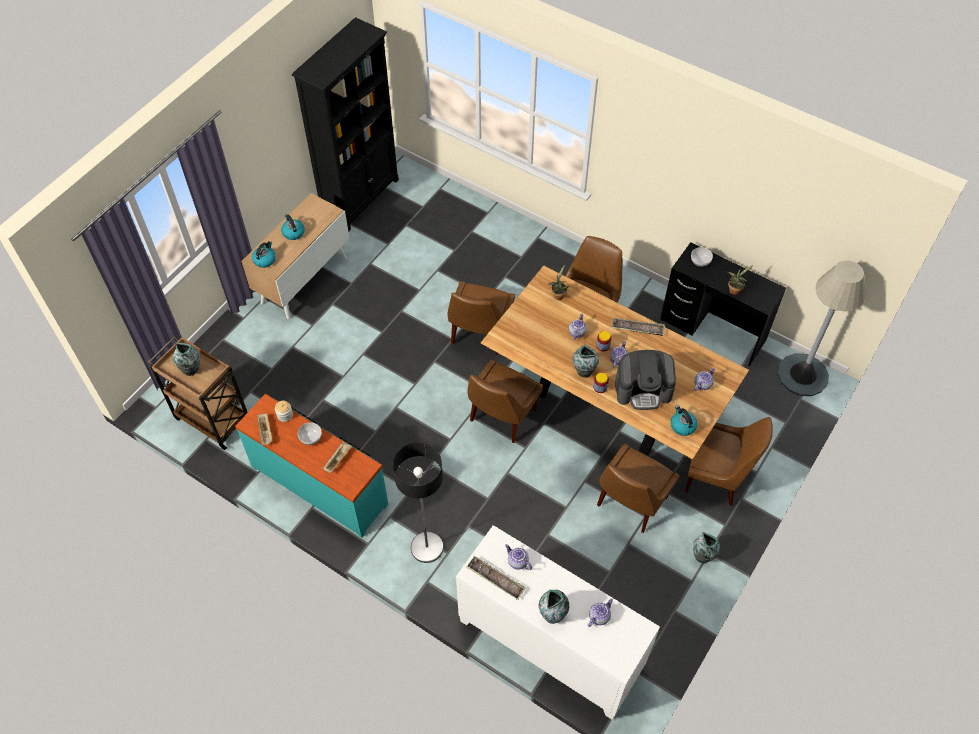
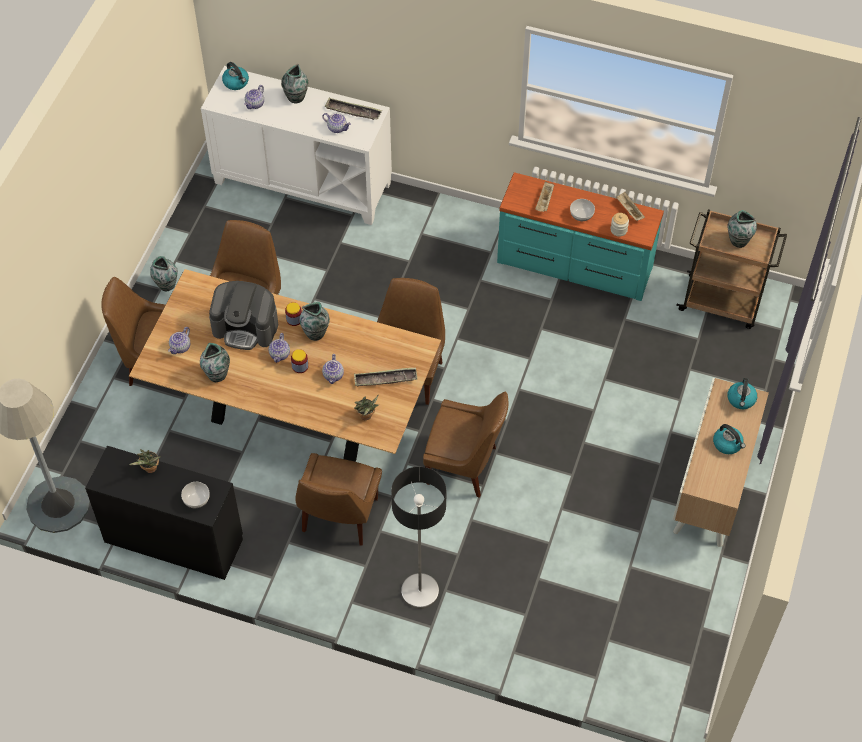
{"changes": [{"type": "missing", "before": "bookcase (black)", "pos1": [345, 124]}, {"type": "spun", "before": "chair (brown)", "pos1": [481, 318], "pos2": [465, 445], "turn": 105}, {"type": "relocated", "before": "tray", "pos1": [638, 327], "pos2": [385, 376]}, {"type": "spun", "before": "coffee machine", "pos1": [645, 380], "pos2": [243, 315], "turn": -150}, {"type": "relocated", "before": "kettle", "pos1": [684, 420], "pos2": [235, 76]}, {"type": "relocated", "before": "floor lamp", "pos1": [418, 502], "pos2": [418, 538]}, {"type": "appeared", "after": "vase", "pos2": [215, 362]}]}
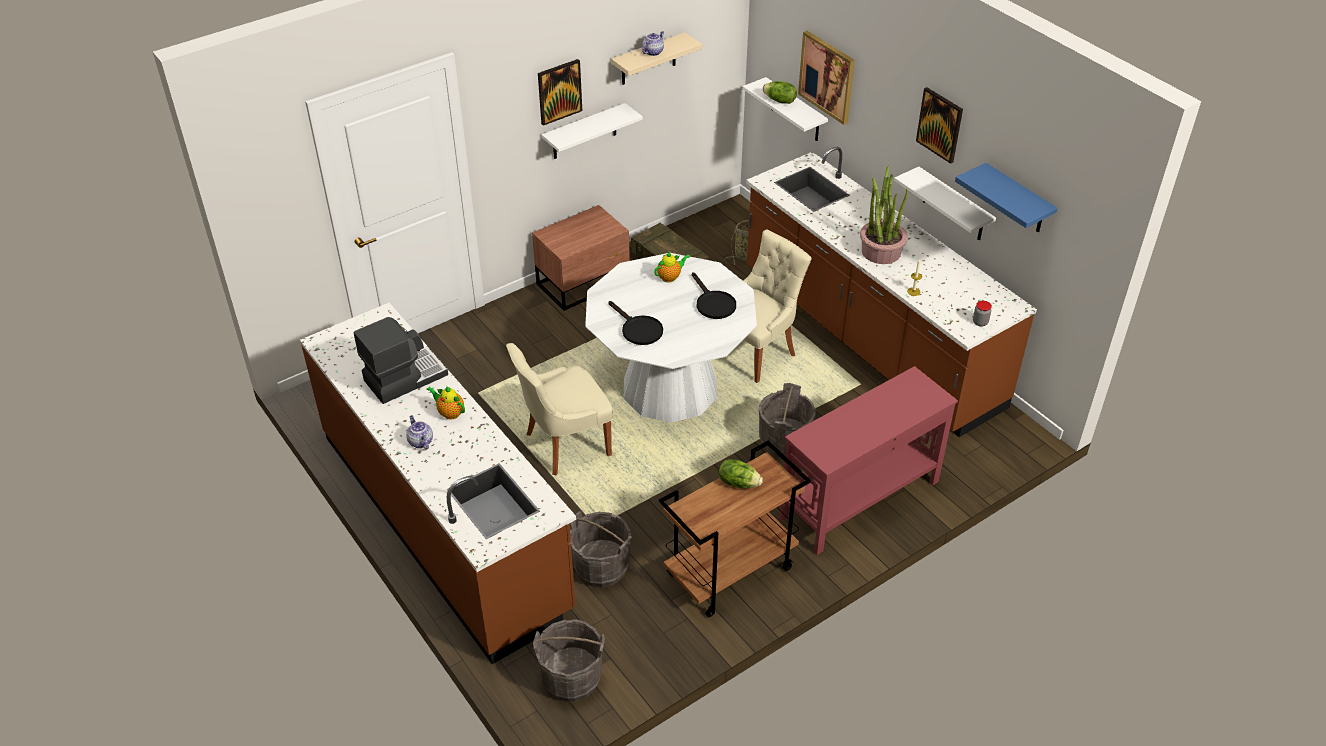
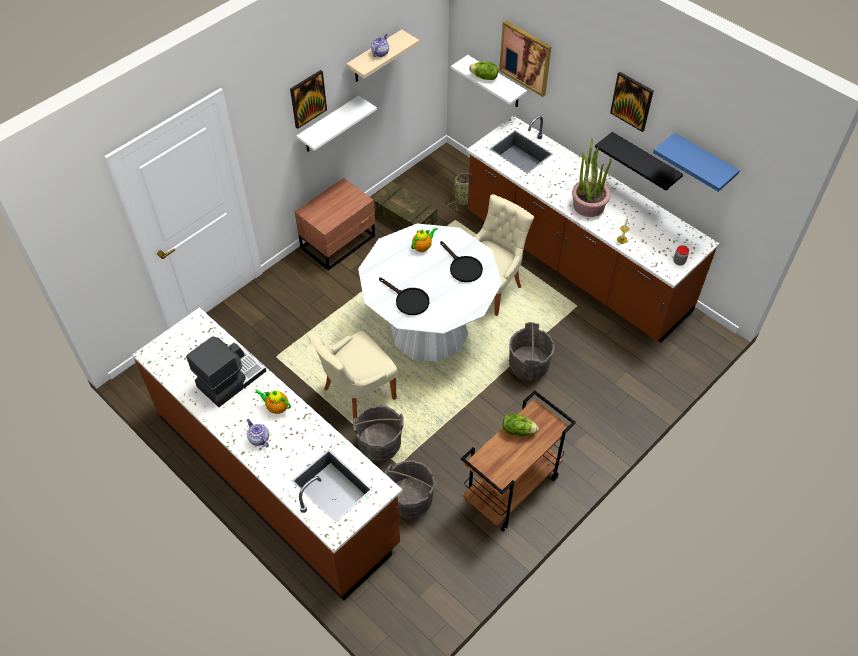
{"changes": [{"type": "colour", "before": "shelf (white)", "after": "shelf (black)", "pos1": [945, 204], "pos2": [639, 161]}, {"type": "missing", "before": "console table (red)", "pos1": [868, 460]}, {"type": "relocated", "before": "bucket (grey)", "pos1": [569, 660], "pos2": [378, 433]}]}
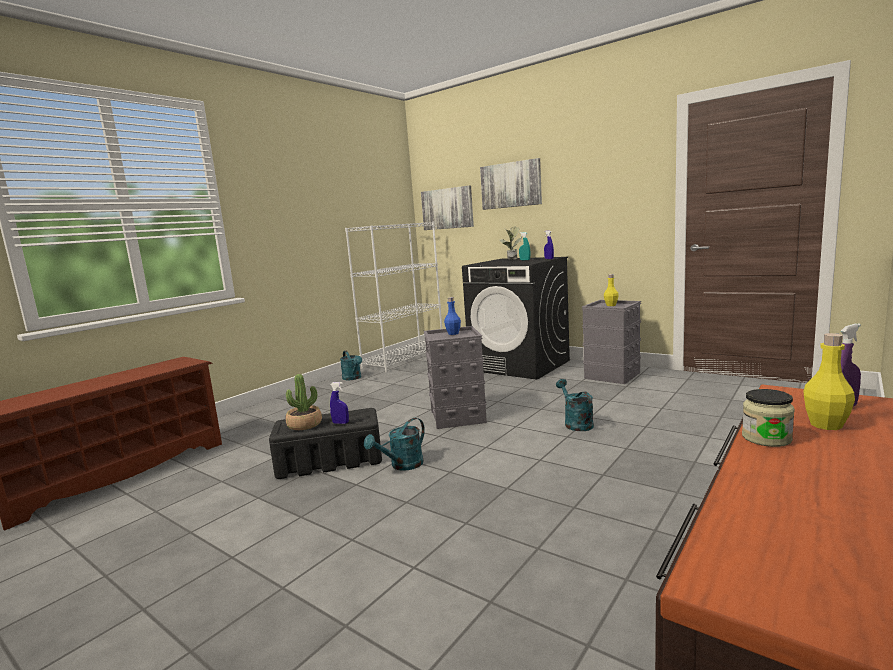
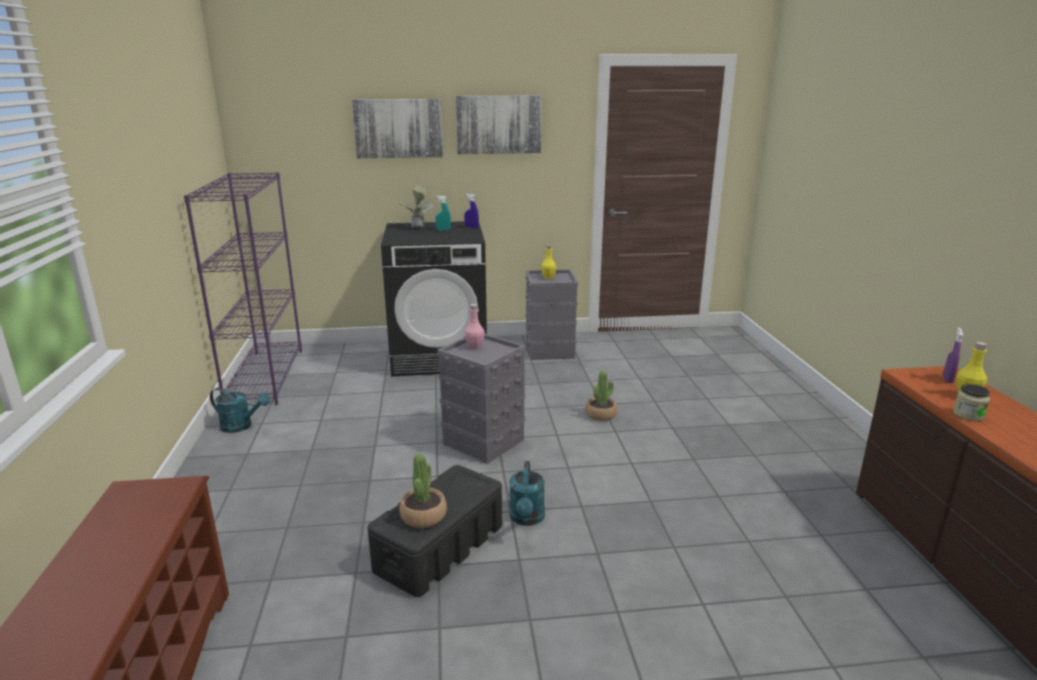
{"changes": [{"type": "relocated", "before": "picture", "pos1": [447, 208], "pos2": [498, 125]}, {"type": "colour", "before": "bookcase (white)", "after": "bookcase (purple)", "pos1": [393, 297], "pos2": [243, 288]}, {"type": "colour", "before": "bottle (blue)", "after": "bottle (pink)", "pos1": [452, 316], "pos2": [474, 326]}, {"type": "exchanged", "before": "watering can (turquoise)", "after": "potted plant", "pos1": [575, 405], "pos2": [601, 396]}, {"type": "missing", "before": "spray bottle (blue)", "pos1": [339, 403]}]}
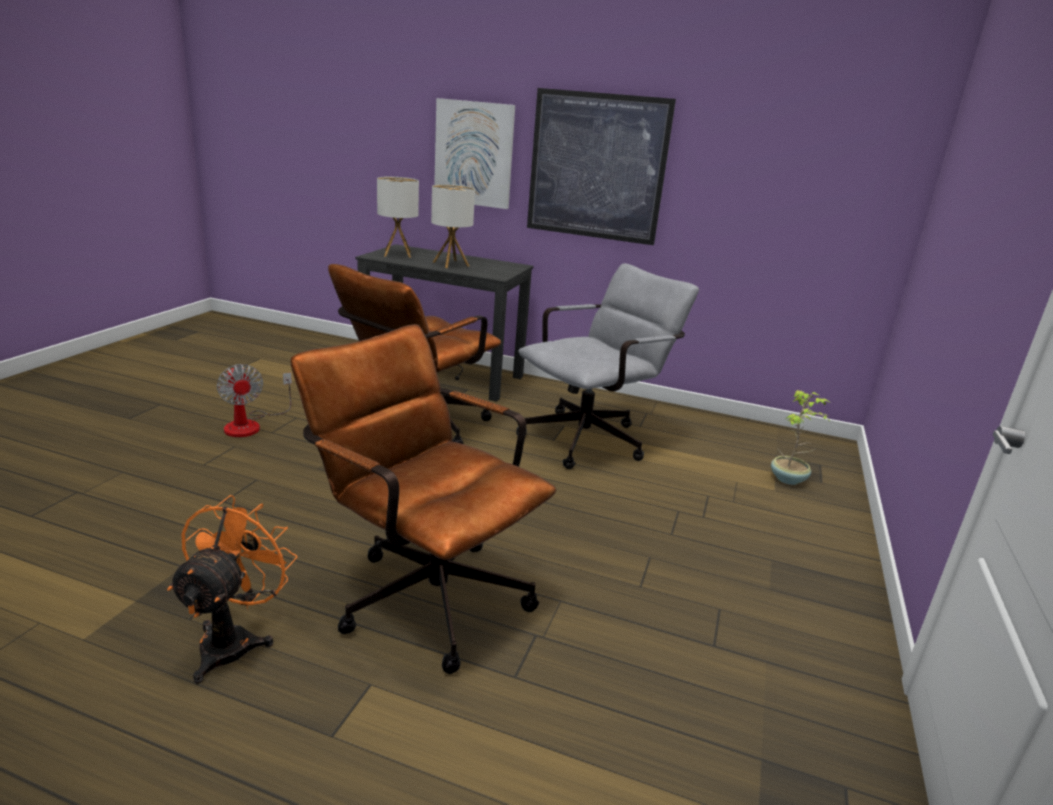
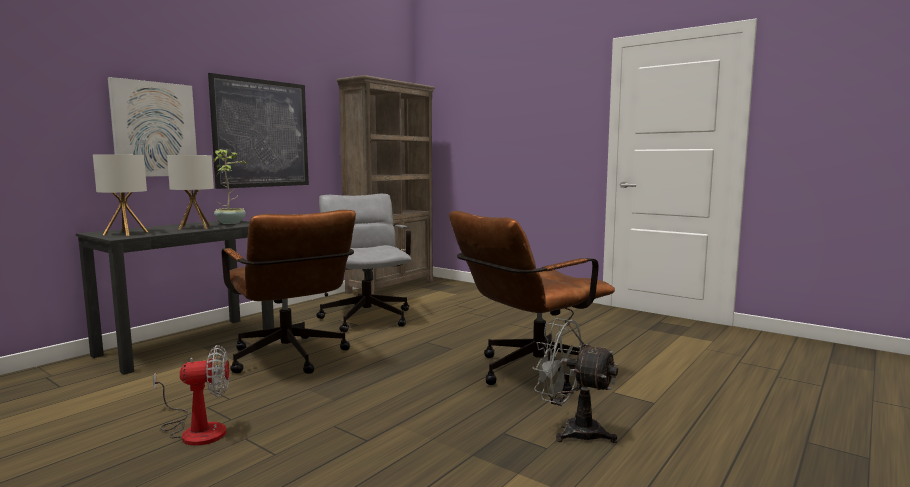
{"changes": [{"type": "relocated", "before": "potted plant", "pos1": [800, 437], "pos2": [230, 186]}, {"type": "colour", "before": "fan (orange)", "after": "fan (grey)", "pos1": [232, 589], "pos2": [575, 380]}, {"type": "appeared", "after": "bookcase (brown)", "pos2": [385, 185]}]}
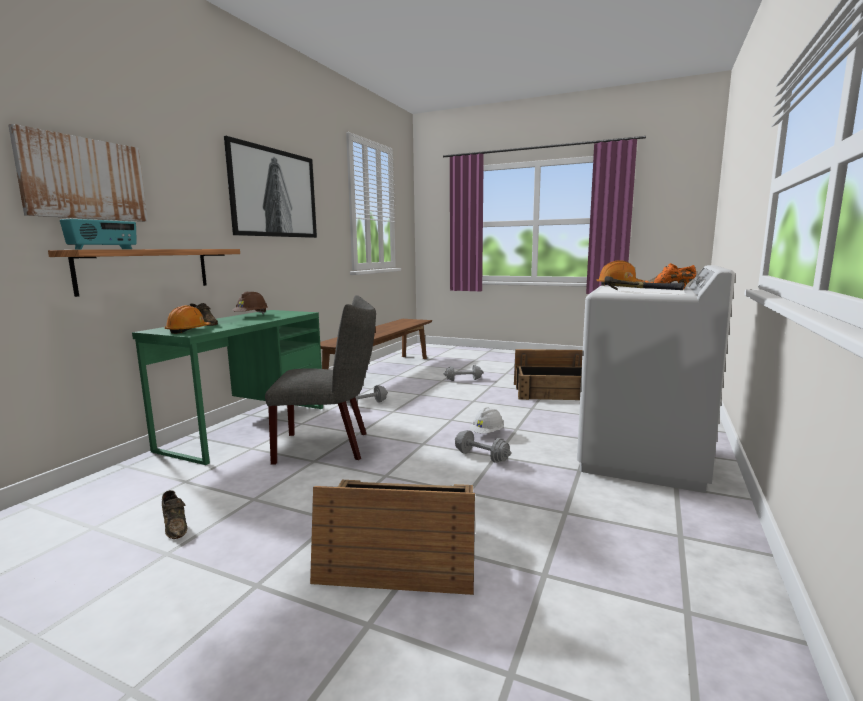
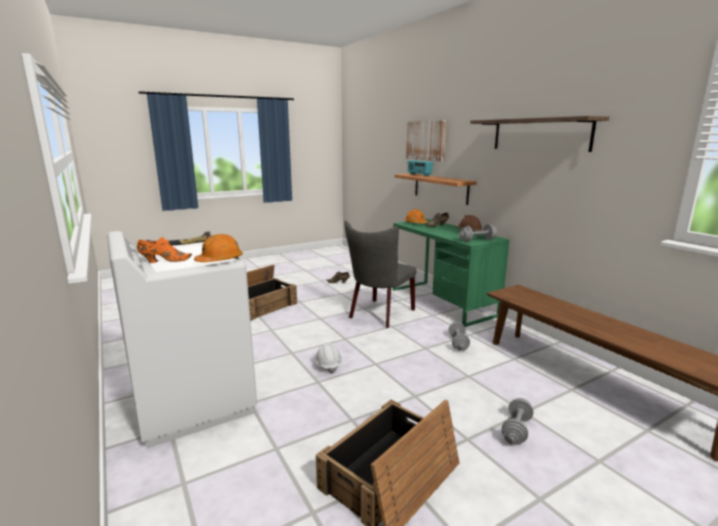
{"changes": [{"type": "exchanged", "before": "picture", "after": "shelf", "pos1": [270, 187], "pos2": [539, 134]}, {"type": "relocated", "before": "dumbbell (grey)", "pos1": [483, 446], "pos2": [478, 233]}]}
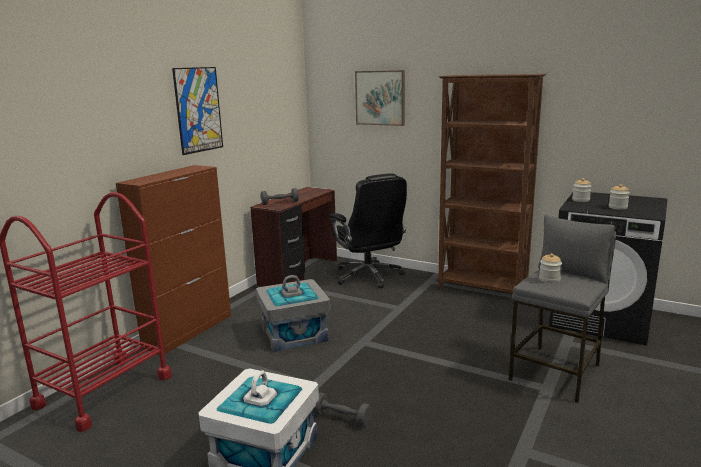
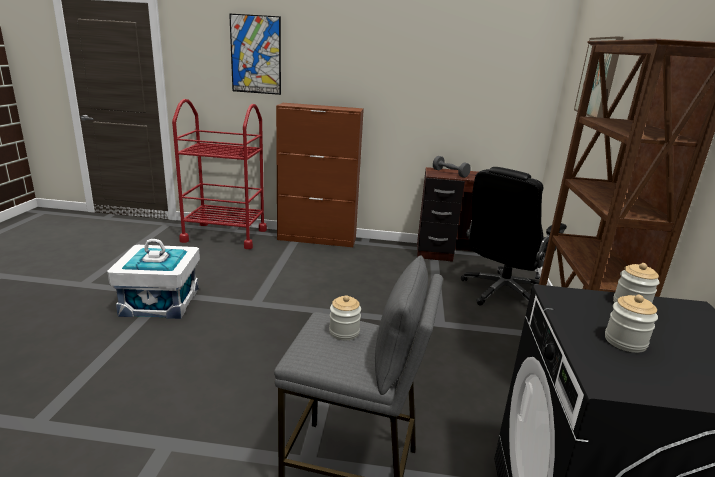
{"changes": [{"type": "relocated", "before": "picture", "pos1": [197, 111], "pos2": [255, 54]}, {"type": "missing", "before": "storage box (grey)", "pos1": [293, 313]}, {"type": "missing", "before": "dumbbell (grey)", "pos1": [342, 410]}]}
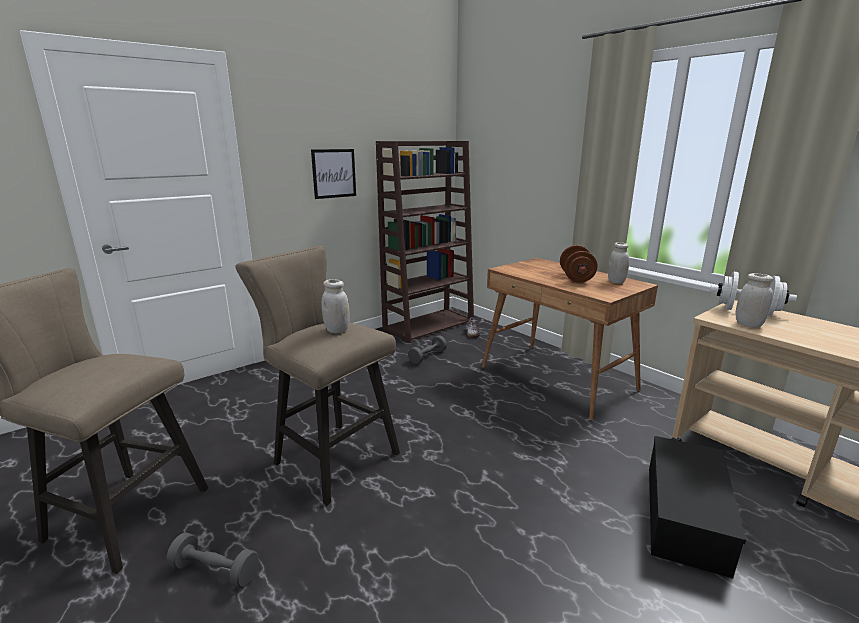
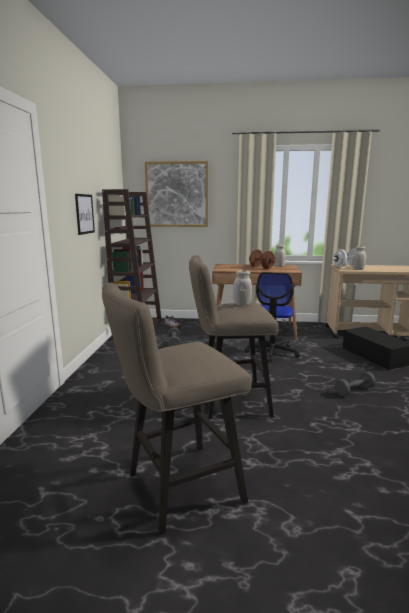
{"changes": [{"type": "relocated", "before": "dumbbell (grey)", "pos1": [213, 560], "pos2": [355, 383]}, {"type": "appeared", "after": "picture", "pos2": [176, 194]}, {"type": "appeared", "after": "office chair", "pos2": [272, 317]}]}
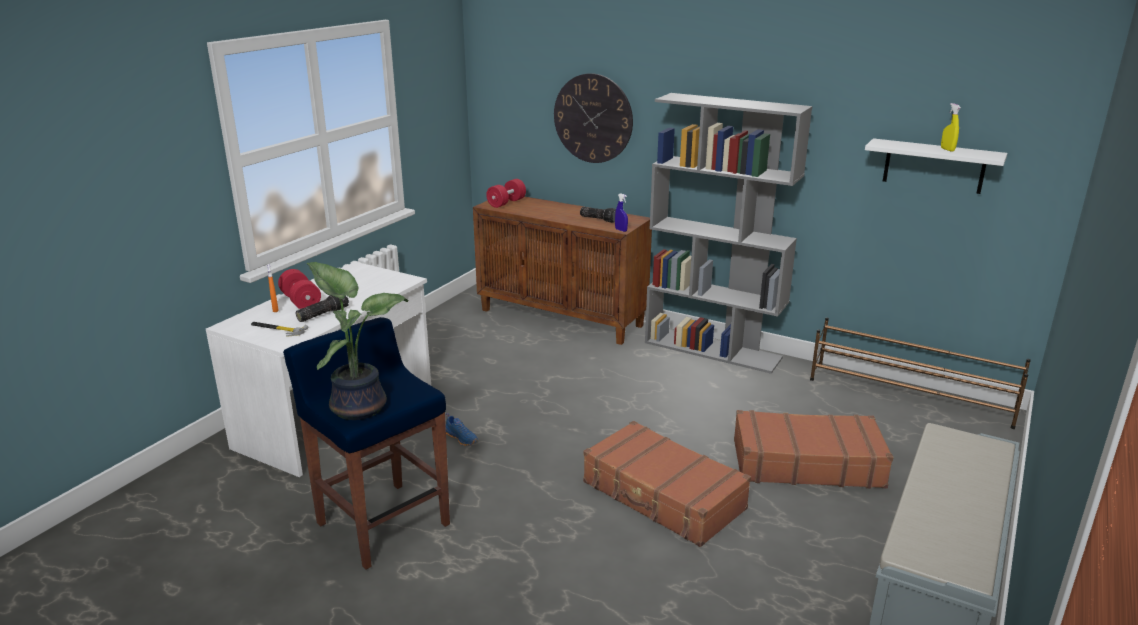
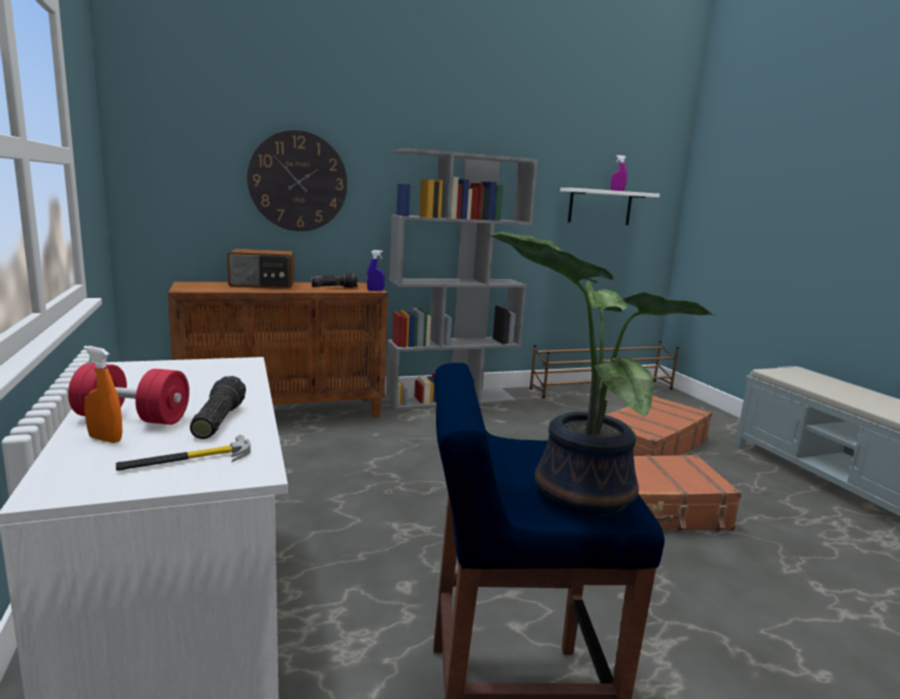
{"changes": [{"type": "colour", "before": "spray bottle (yellow)", "after": "spray bottle (purple)", "pos1": [951, 127], "pos2": [619, 173]}, {"type": "missing", "before": "dumbbell (red)", "pos1": [506, 193]}, {"type": "missing", "before": "shoe (blue)", "pos1": [462, 429]}, {"type": "appeared", "after": "radio", "pos2": [260, 269]}]}
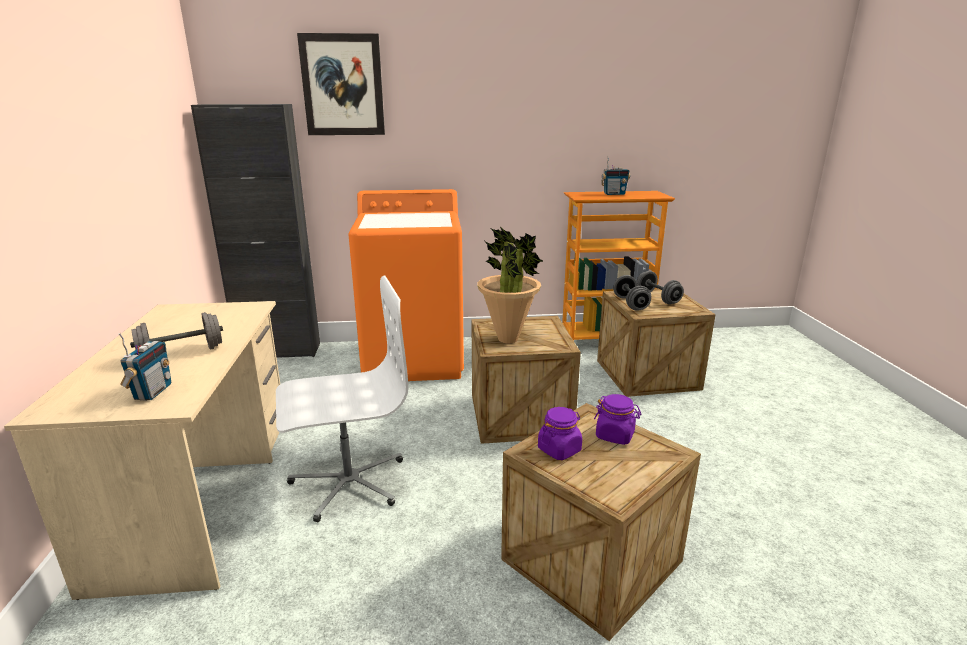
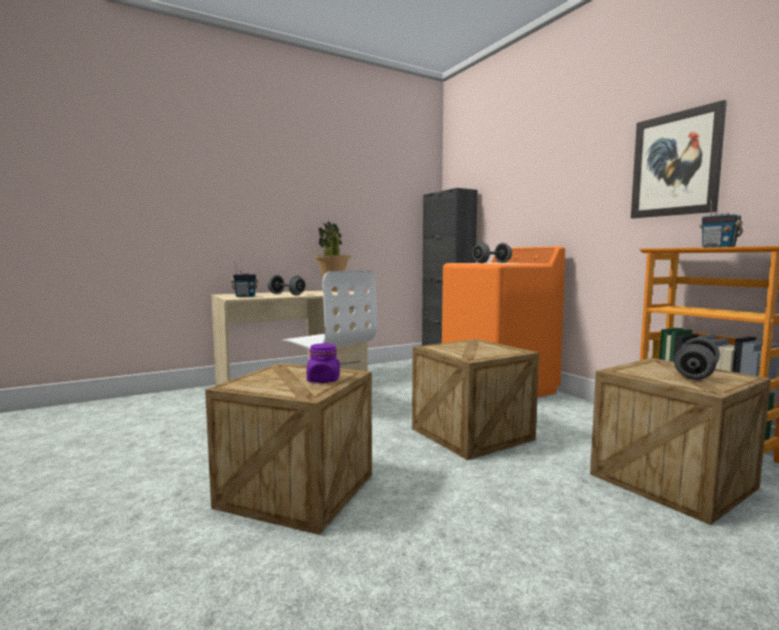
{"changes": [{"type": "relocated", "before": "picture", "pos1": [341, 84], "pos2": [679, 159]}, {"type": "relocated", "before": "potted plant", "pos1": [510, 285], "pos2": [332, 256]}, {"type": "relocated", "before": "dumbbell (grey)", "pos1": [632, 293], "pos2": [492, 252]}, {"type": "missing", "before": "jar (purple)", "pos1": [560, 433]}]}
